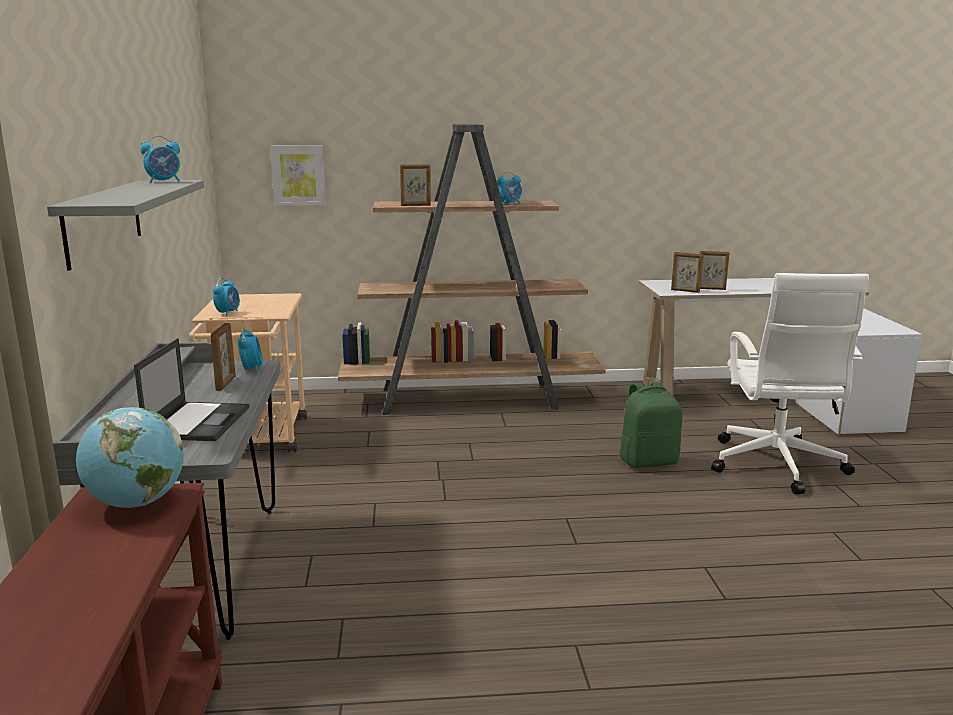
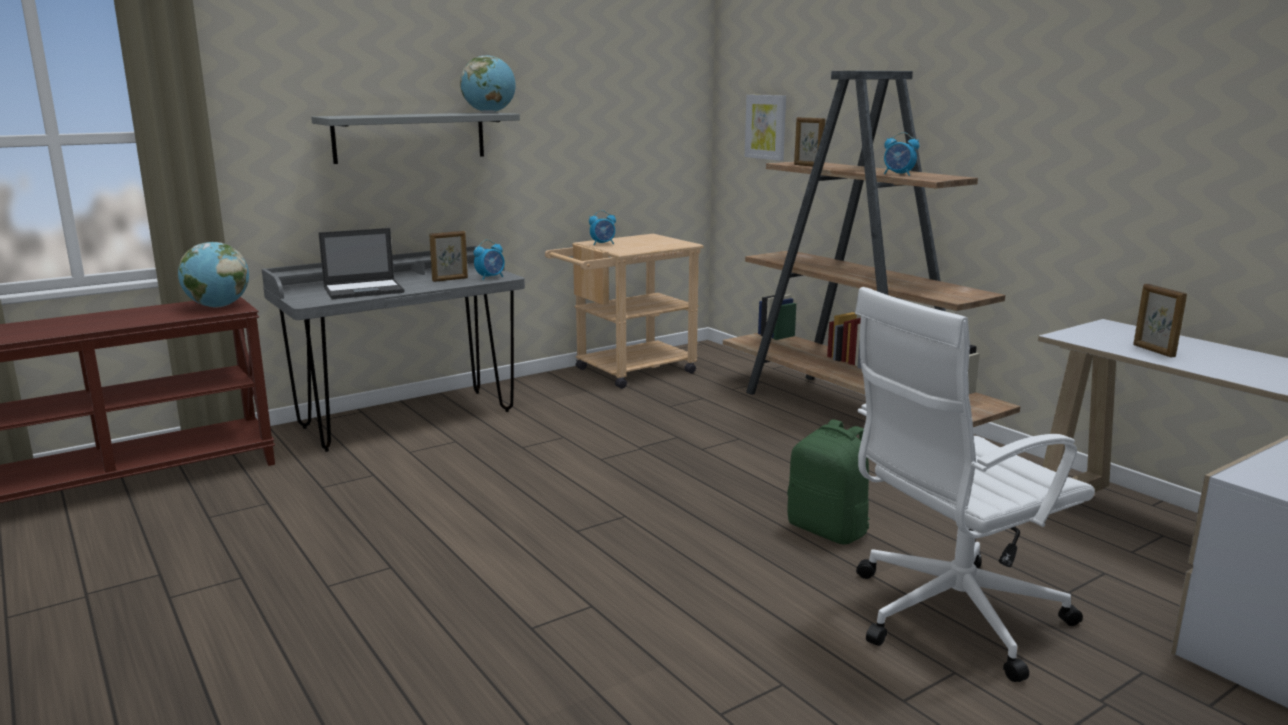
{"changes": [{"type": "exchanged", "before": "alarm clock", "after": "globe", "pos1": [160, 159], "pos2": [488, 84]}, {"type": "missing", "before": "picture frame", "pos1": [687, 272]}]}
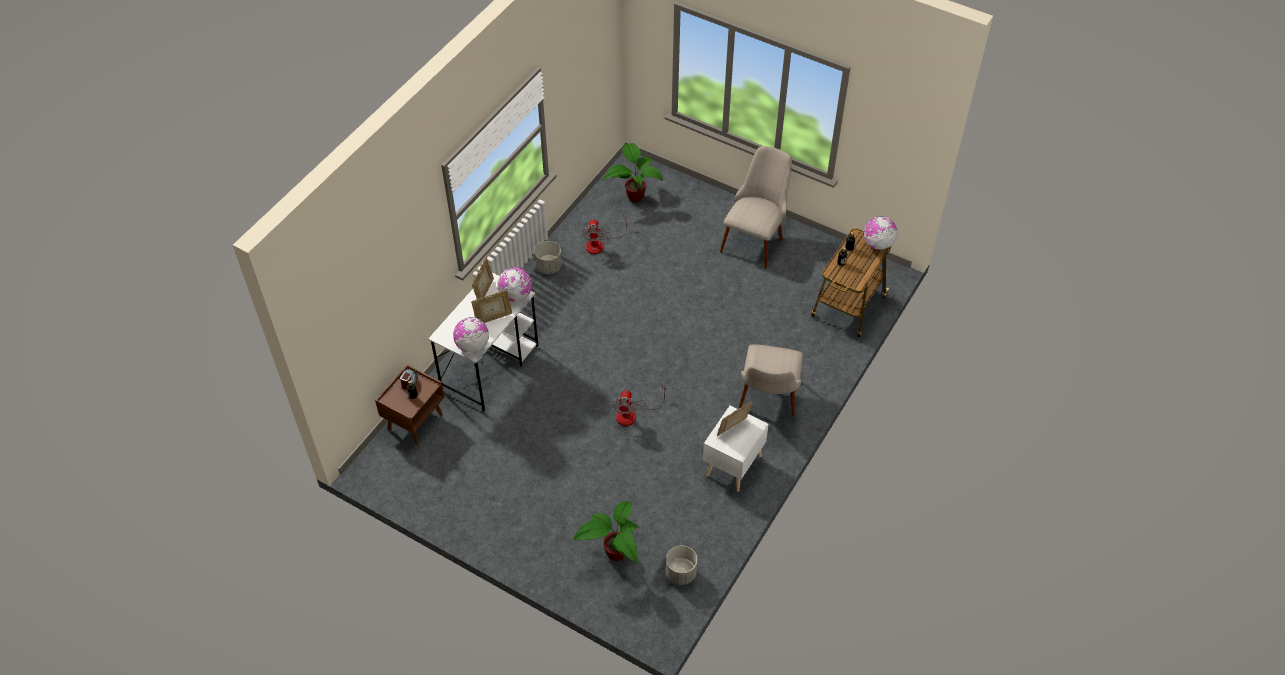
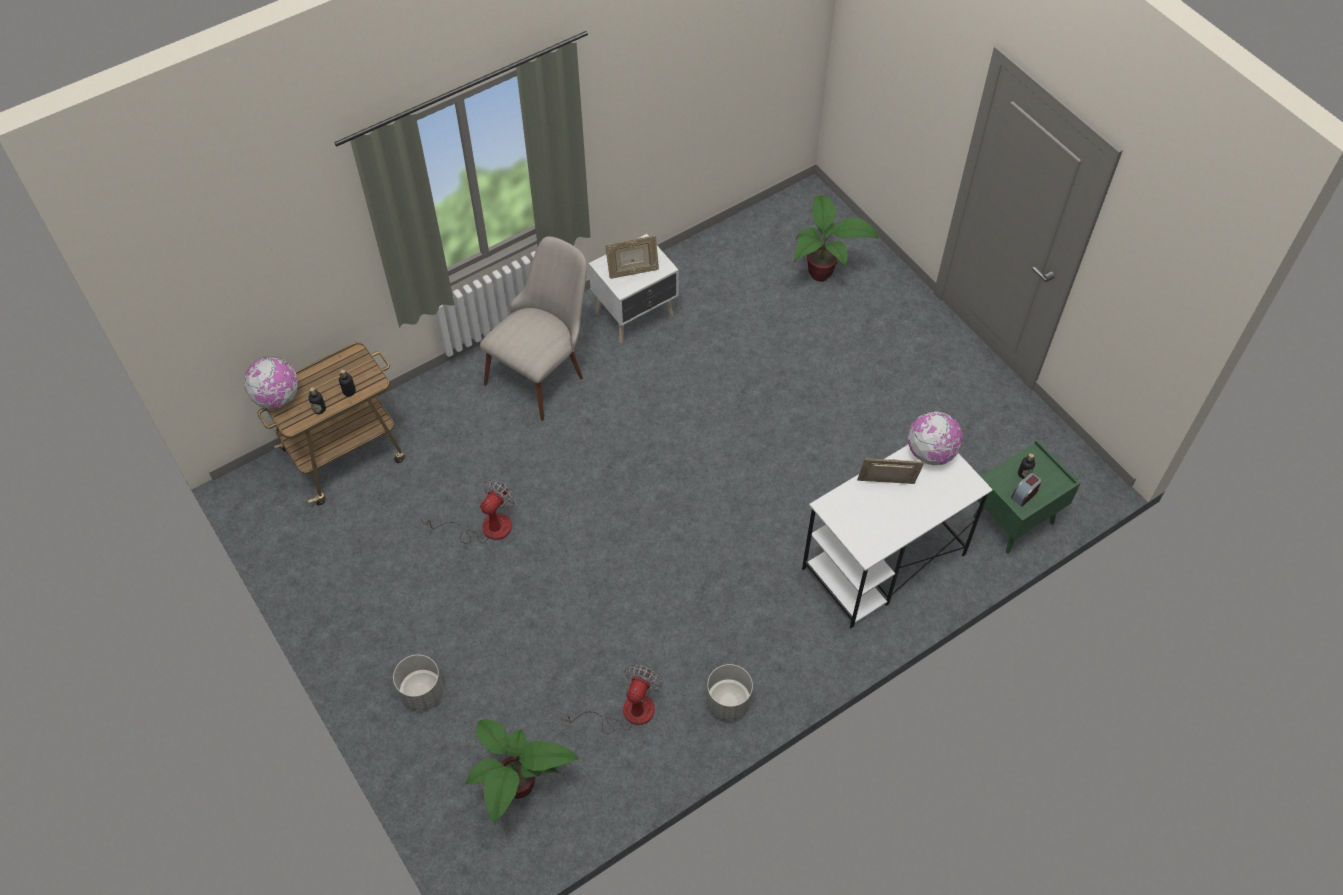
{"changes": [{"type": "missing", "before": "chair (beige)", "pos1": [756, 207]}, {"type": "missing", "before": "picture frame", "pos1": [483, 278]}, {"type": "missing", "before": "globe", "pos1": [514, 284]}, {"type": "colour", "before": "nightstand (brown)", "after": "nightstand (green)", "pos1": [409, 404], "pos2": [1027, 496]}, {"type": "relocated", "before": "fan", "pos1": [640, 405], "pos2": [468, 511]}, {"type": "relocated", "before": "planter (grey)", "pos1": [681, 565], "pos2": [418, 683]}]}
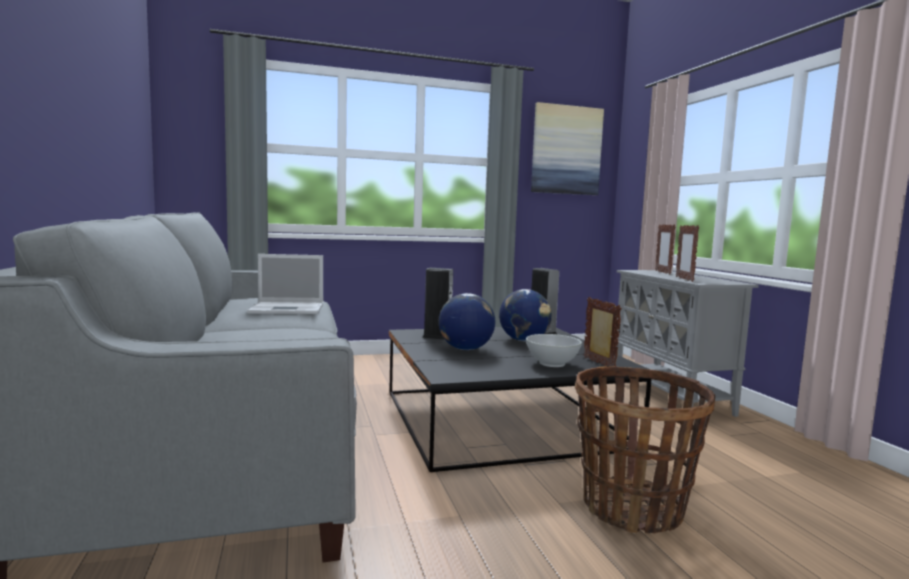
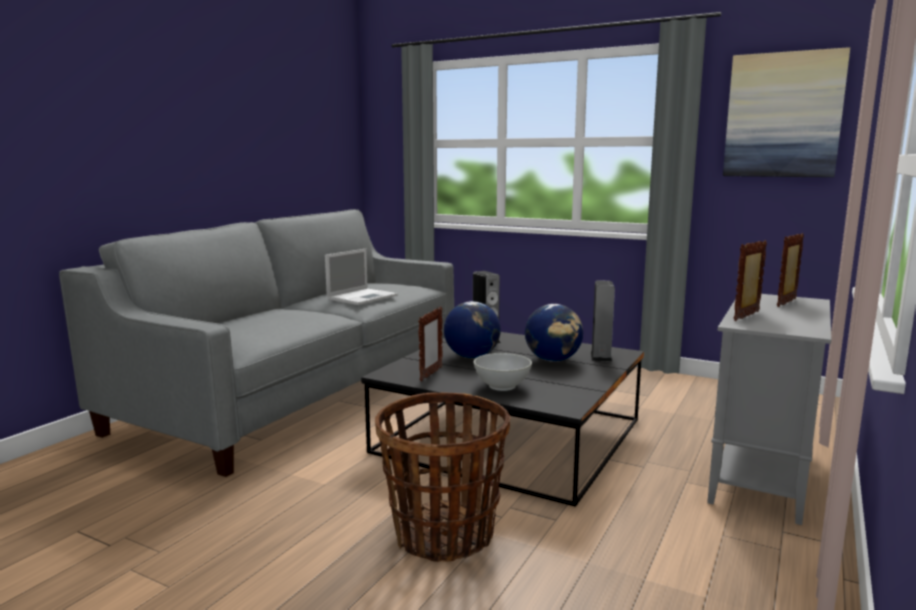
{"changes": [{"type": "spun", "before": "laptop", "pos1": [285, 284], "pos2": [361, 277], "turn": -90}, {"type": "relocated", "before": "picture frame", "pos1": [602, 332], "pos2": [430, 343]}]}
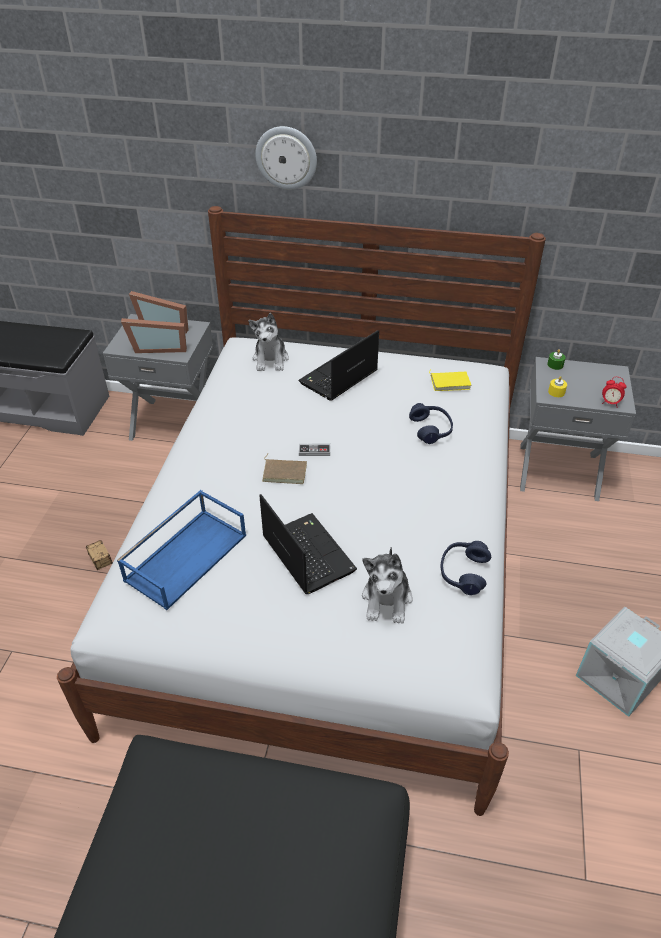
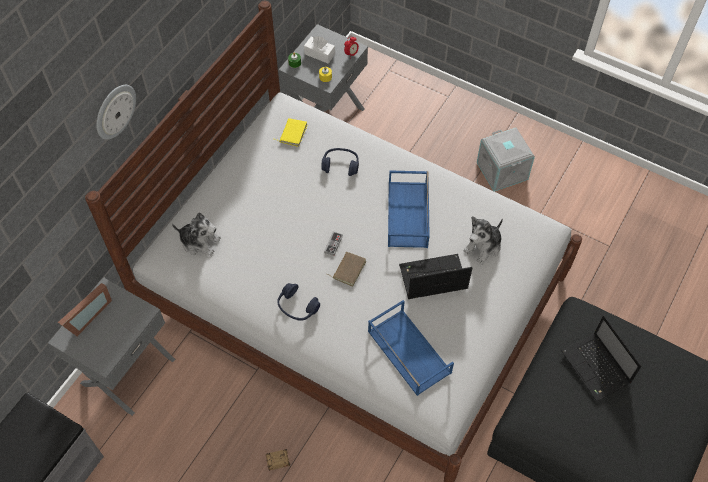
{"changes": [{"type": "missing", "before": "picture frame", "pos1": [154, 335]}, {"type": "relocated", "before": "laptop", "pos1": [338, 365], "pos2": [601, 358]}, {"type": "relocated", "before": "headphones (blue)", "pos1": [465, 568], "pos2": [298, 302]}, {"type": "spun", "before": "plush toy", "pos1": [387, 585], "pos2": [483, 240], "turn": 105}, {"type": "appeared", "after": "tissue box (white)", "pos2": [319, 50]}, {"type": "appeared", "after": "tray (blue)", "pos2": [409, 209]}]}
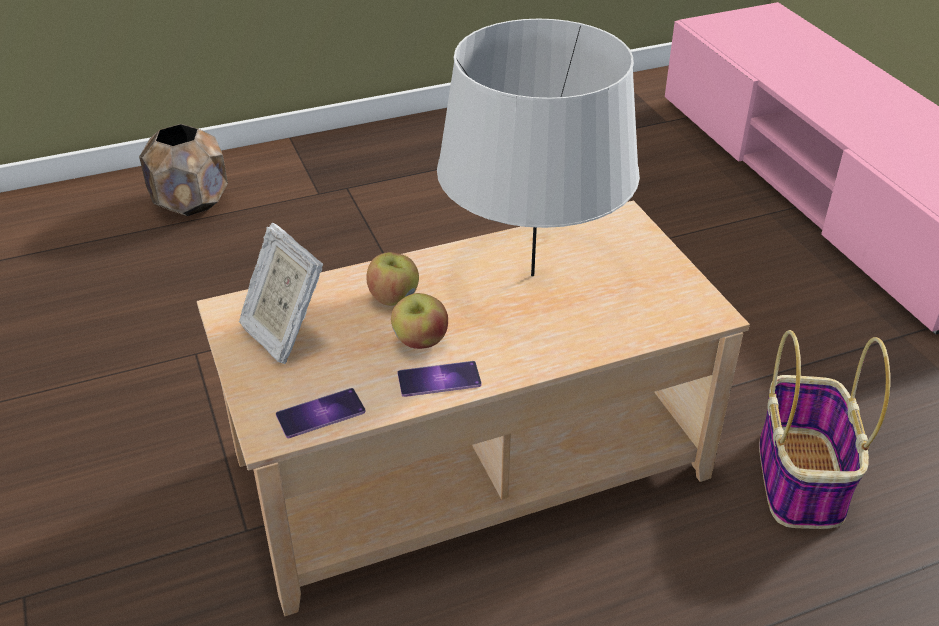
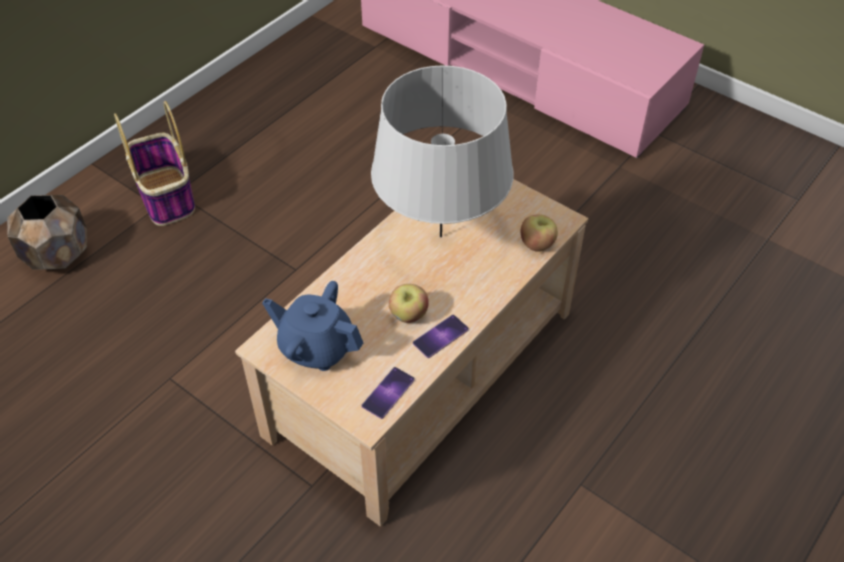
{"changes": [{"type": "exchanged", "before": "picture frame", "after": "teapot (blue)", "pos1": [280, 293], "pos2": [312, 326]}, {"type": "relocated", "before": "apple", "pos1": [392, 279], "pos2": [539, 233]}, {"type": "relocated", "before": "basket", "pos1": [824, 429], "pos2": [154, 163]}]}
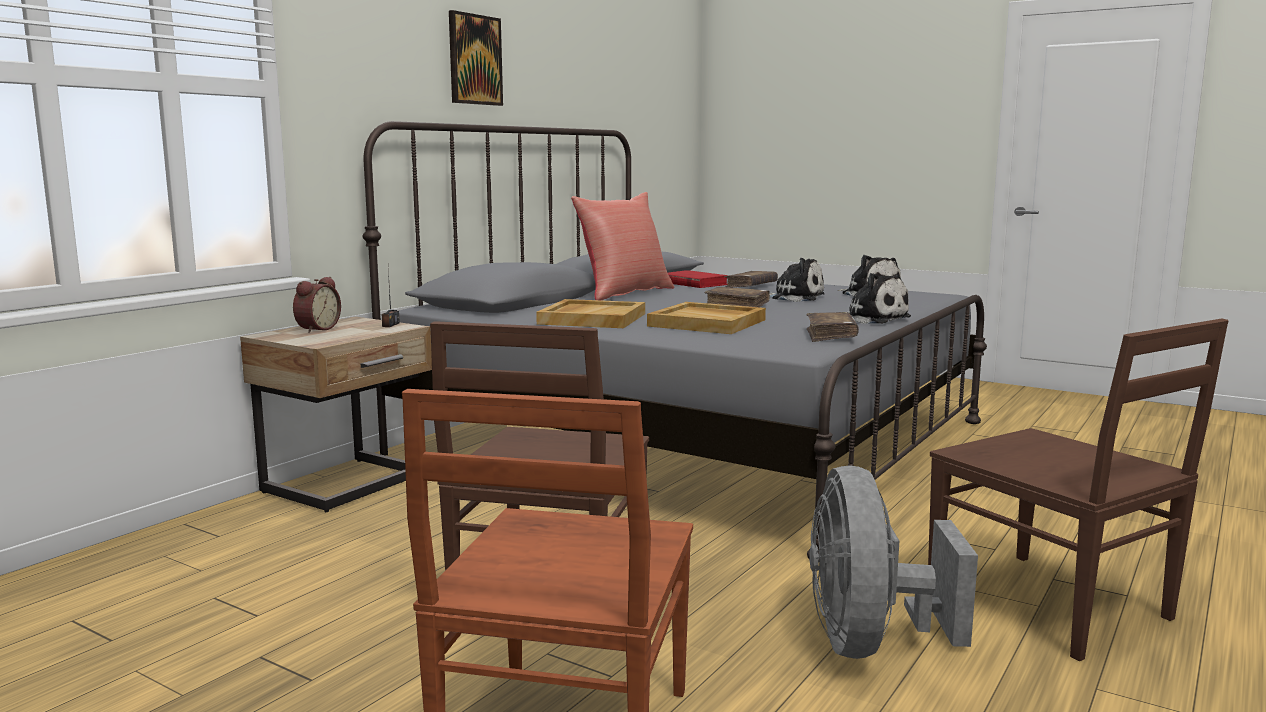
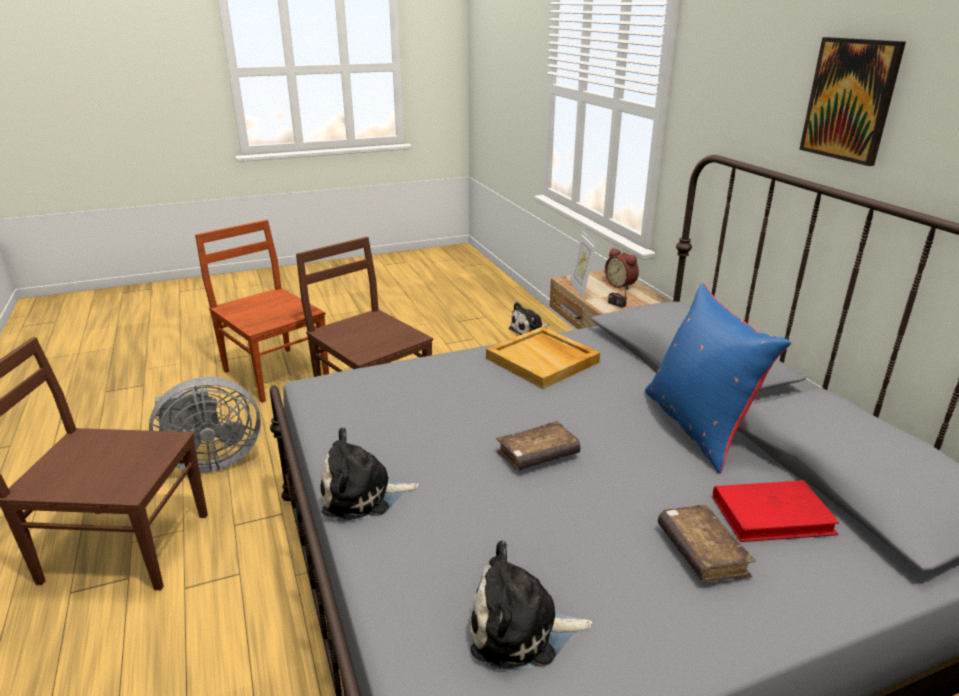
{"changes": [{"type": "colour", "before": "pillow (red)", "after": "pillow (blue)", "pos1": [622, 246], "pos2": [718, 378]}, {"type": "relocated", "before": "plush toy", "pos1": [797, 279], "pos2": [528, 318]}, {"type": "missing", "before": "tray (beige)", "pos1": [706, 318]}, {"type": "missing", "before": "book (brown)", "pos1": [832, 327]}, {"type": "spun", "before": "fan (grey)", "pos1": [894, 562], "pos2": [205, 424], "turn": 120}, {"type": "appeared", "after": "picture frame", "pos2": [583, 264]}]}
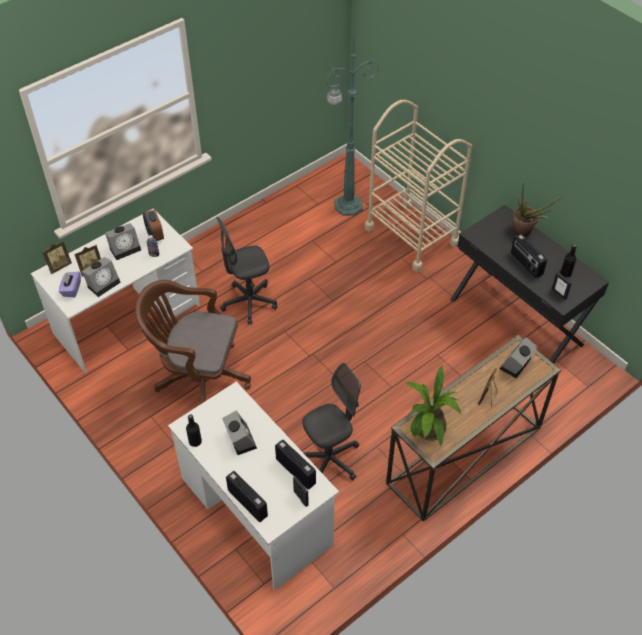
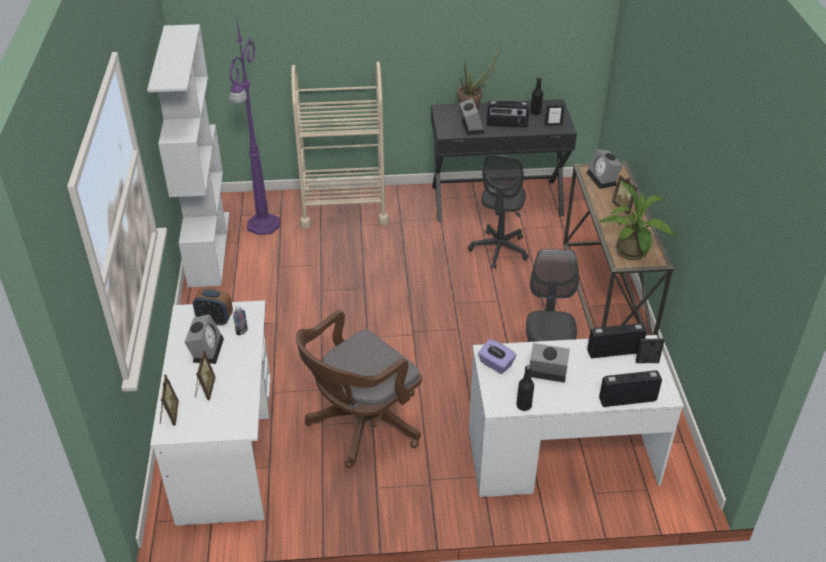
{"changes": [{"type": "colour", "before": "floor lamp (green)", "after": "floor lamp (purple)", "pos1": [352, 128], "pos2": [254, 127]}, {"type": "relocated", "before": "office chair (grey)", "pos1": [247, 271], "pos2": [498, 211]}, {"type": "relocated", "before": "alarm clock", "pos1": [101, 277], "pos2": [472, 116]}, {"type": "relocated", "before": "tissue box (purple)", "pos1": [70, 284], "pos2": [497, 356]}, {"type": "appeared", "after": "bookcase (white)", "pos2": [188, 155]}]}
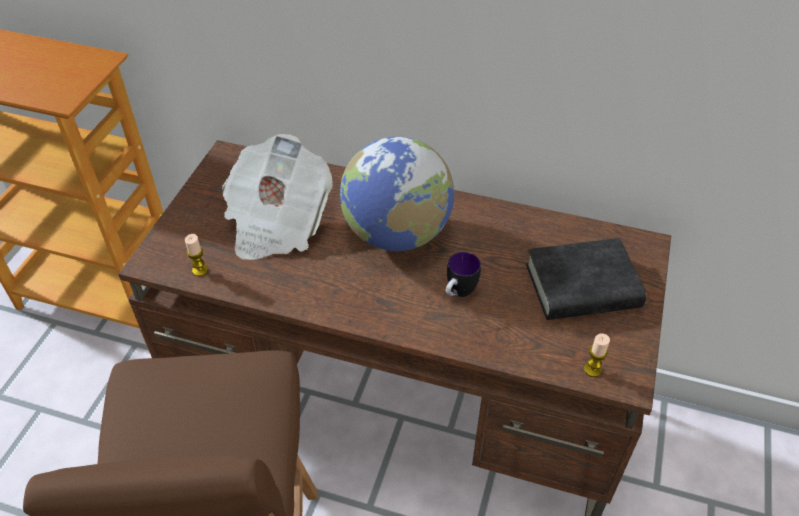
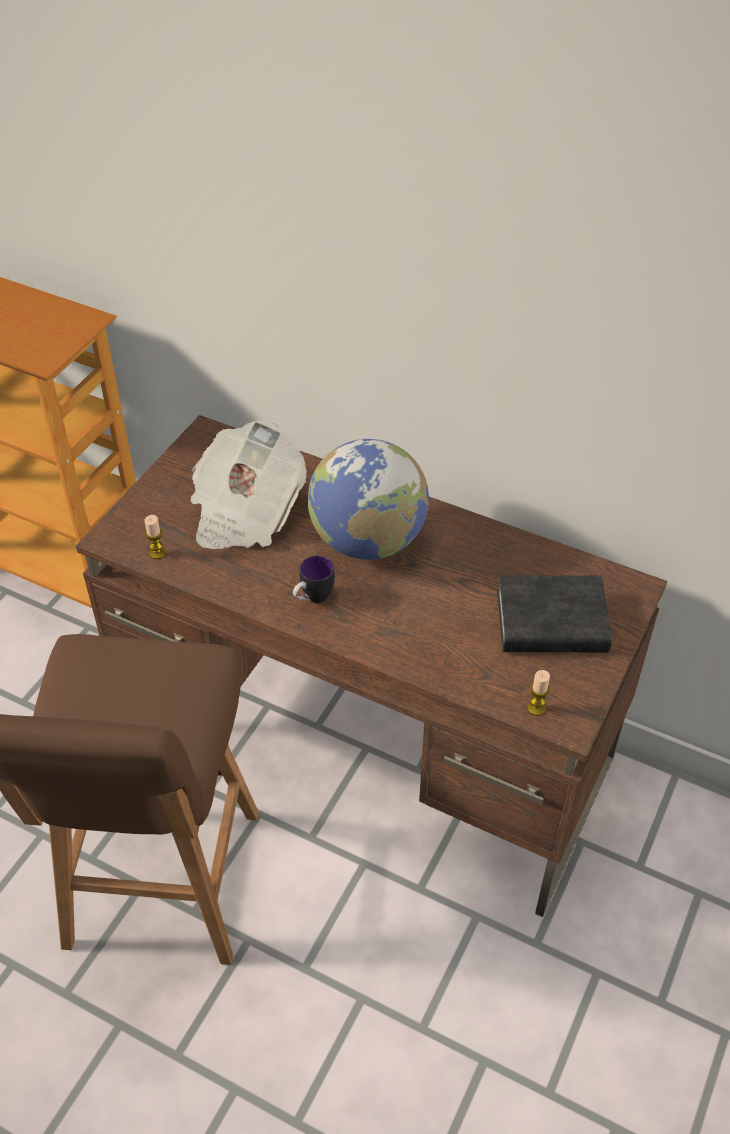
{"changes": [{"type": "relocated", "before": "mug", "pos1": [463, 274], "pos2": [314, 579]}]}
